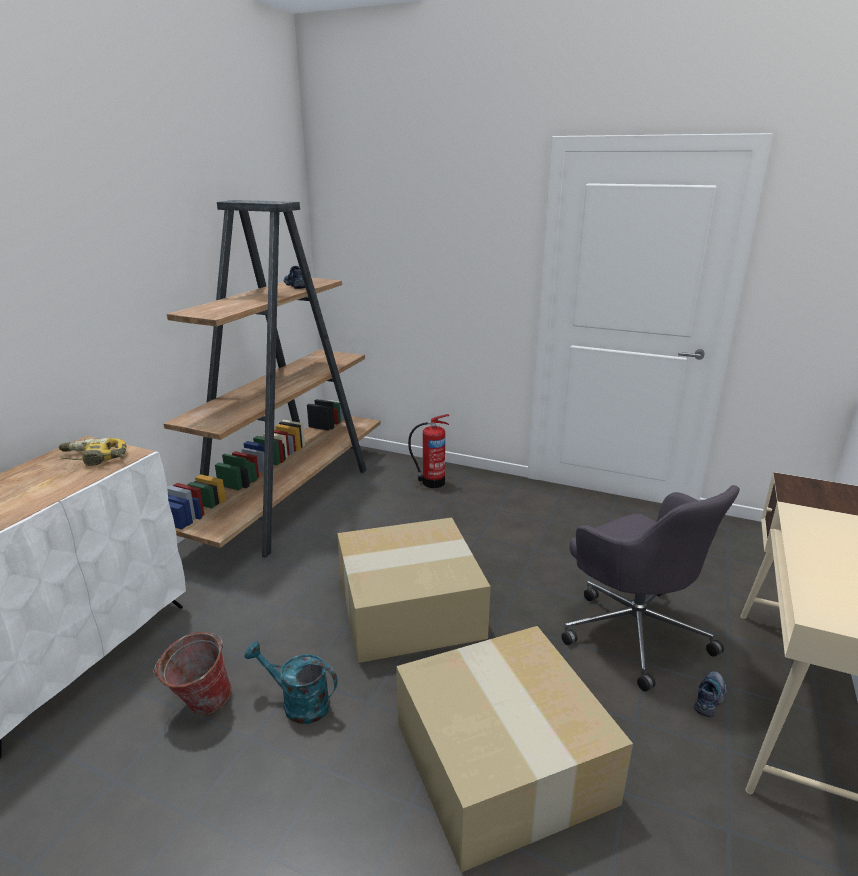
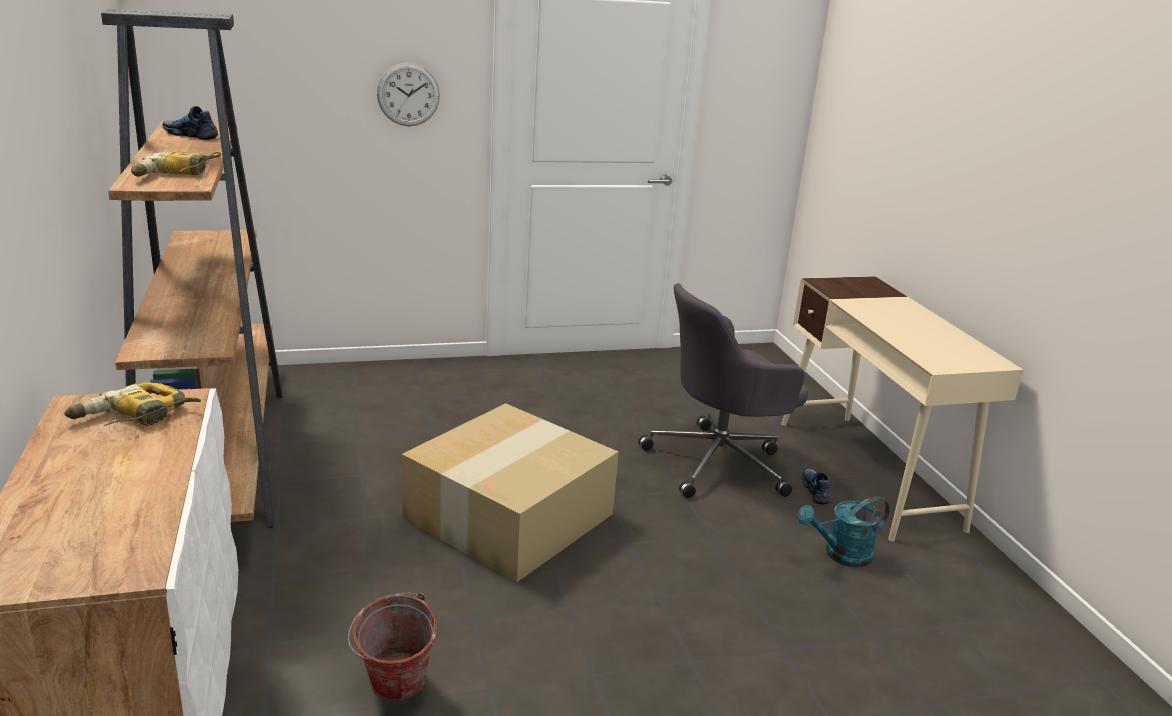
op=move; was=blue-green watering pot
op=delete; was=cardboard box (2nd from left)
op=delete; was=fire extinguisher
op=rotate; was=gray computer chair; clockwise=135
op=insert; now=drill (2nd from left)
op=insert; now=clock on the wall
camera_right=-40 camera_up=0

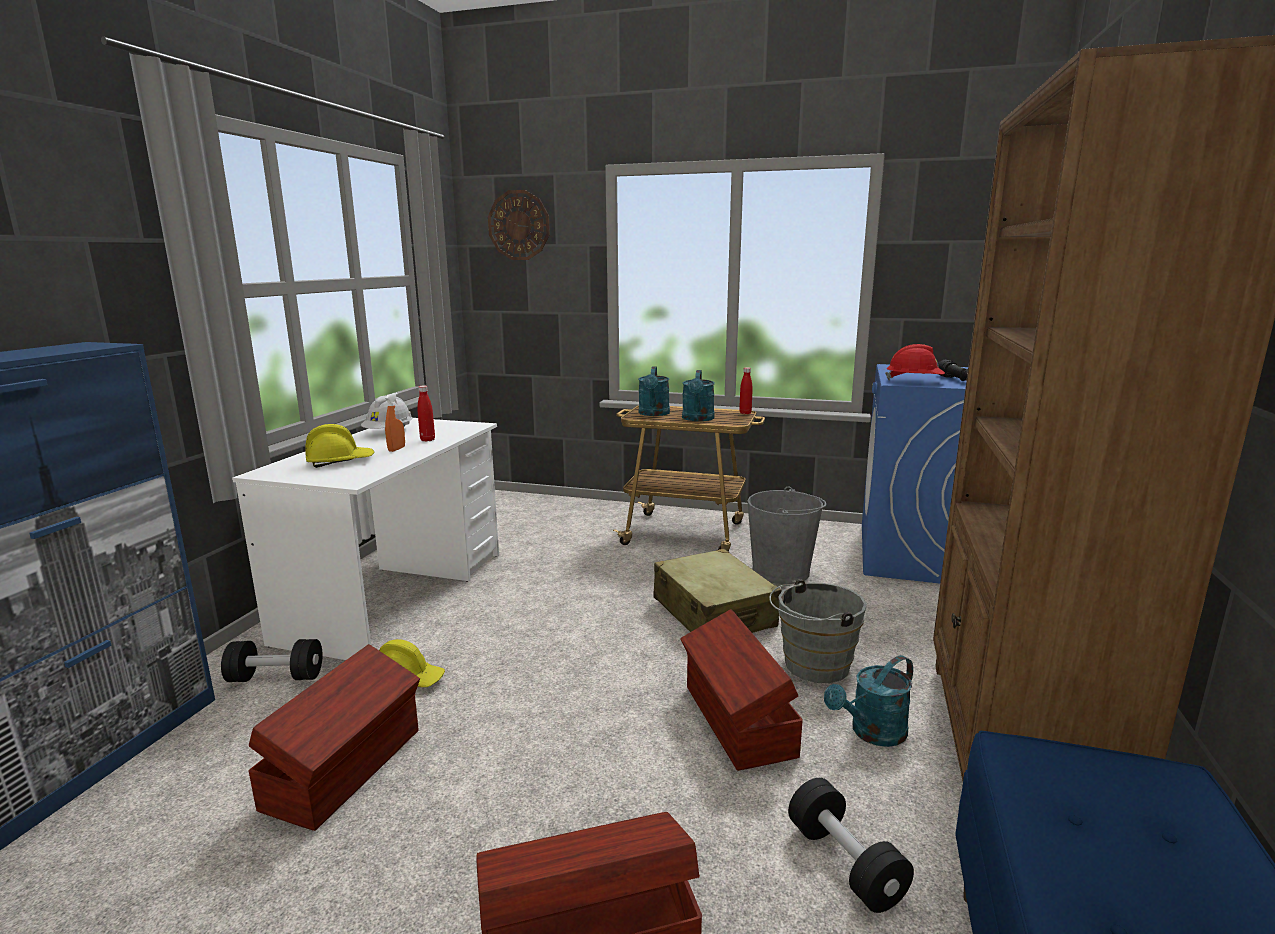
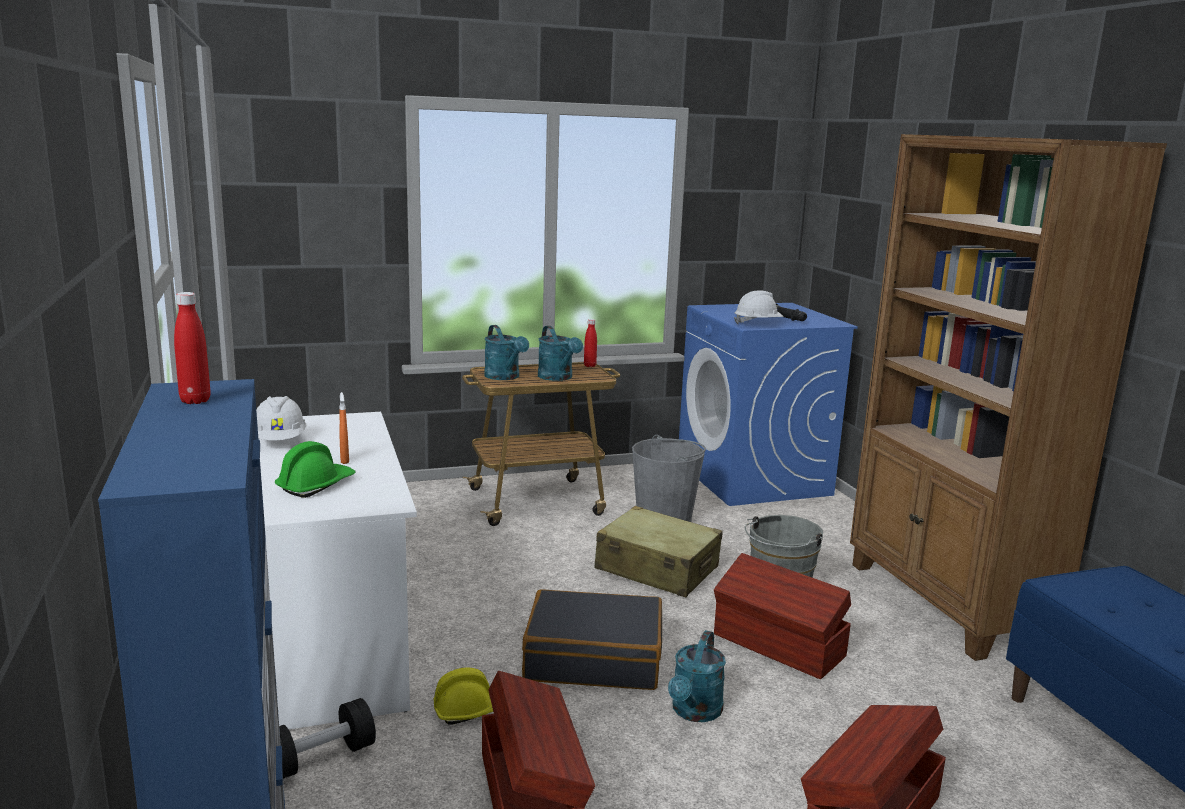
op=recolor; was=yellow-coloured safety helmet (1st from left); now=greenish safety helmet
op=move; was=red-coloured beverage bottle (1st from left)
op=delete; was=clock on the wall
op=delete; was=black hand weight (2nd from left)
op=move; was=blue-green watering pot (3rd from left)
op=recolor; was=red-coloured safety helmet; now=white safety helmet (2nd from left)
op=insert; now=black piece of luggage
camera_right=-35 camera_up=0

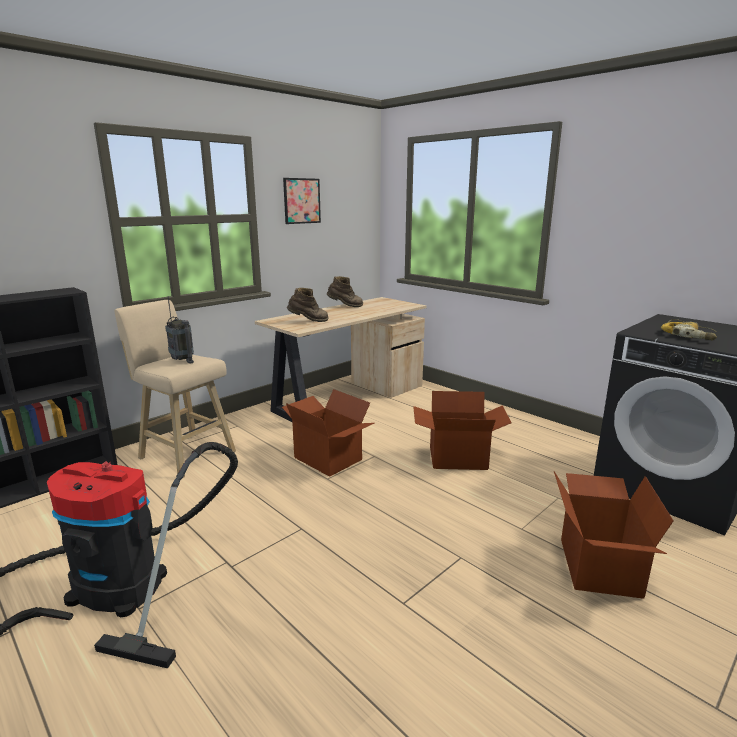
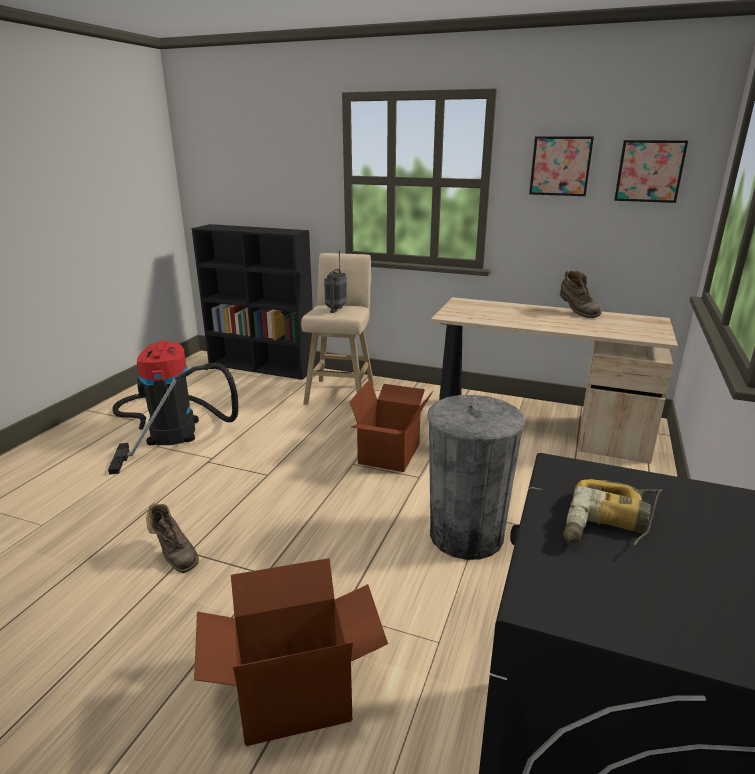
op=move; was=brownish tall boot (1st from left)
op=replace; was=cardboard box (2nd from left); now=gray trash can
op=insert; now=wall picture (2nd from left)
camera_right=65 camera_up=5

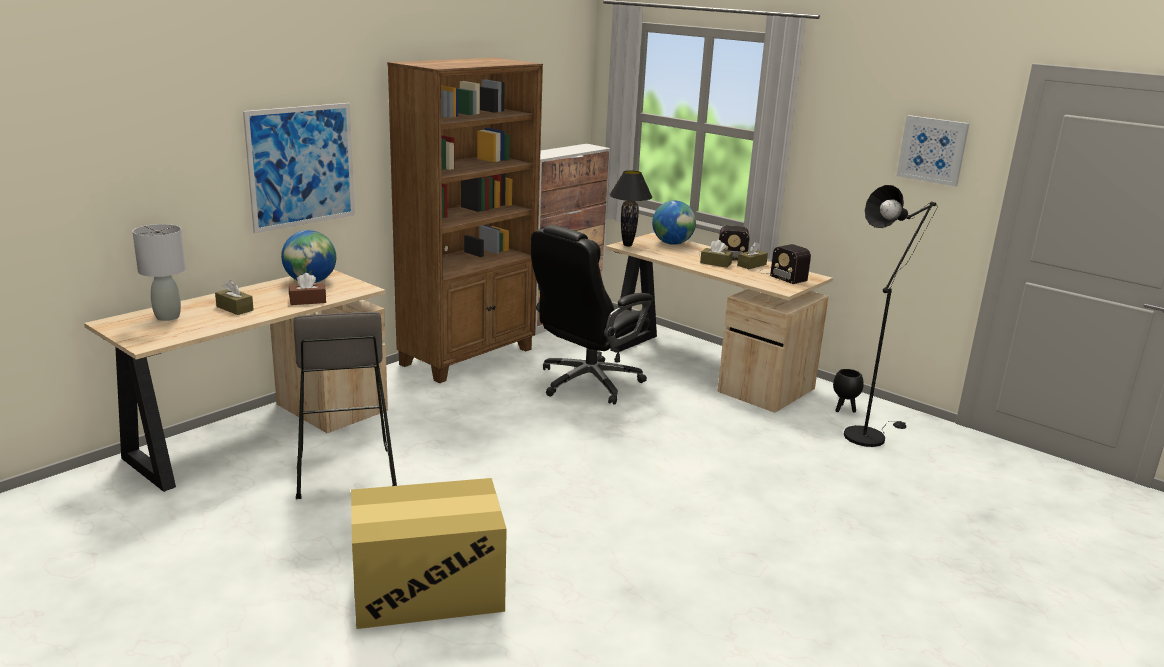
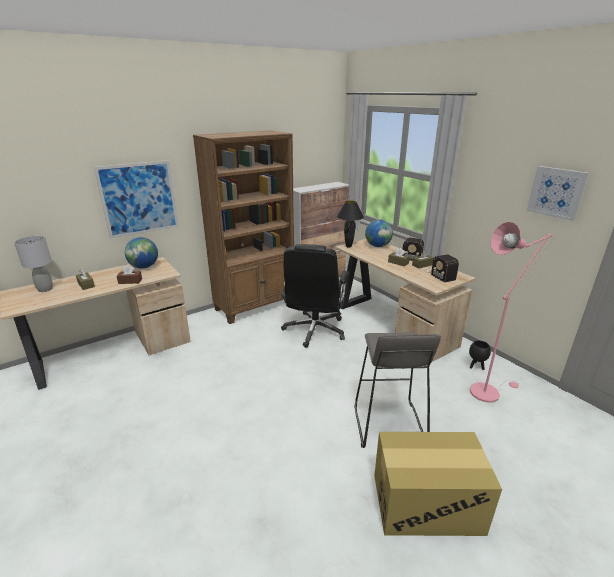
op=move; was=gray stool seat
op=move; was=cardboard box
op=rotate; was=black computer chair; clockwise=-45
op=recolor; was=black standing lamp; now=pinkish standing lamp
camera_right=15 camera_up=5

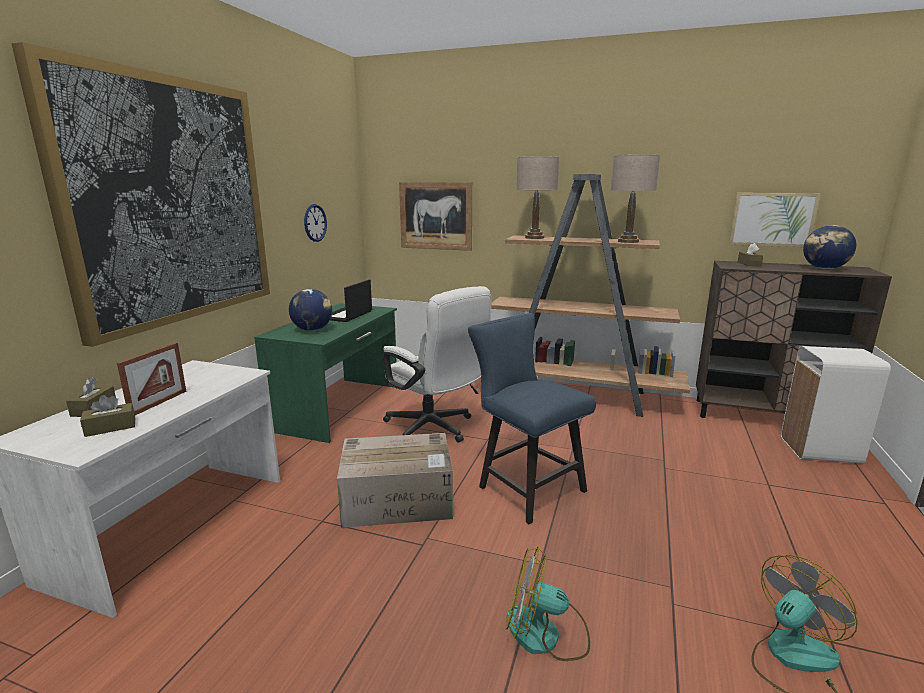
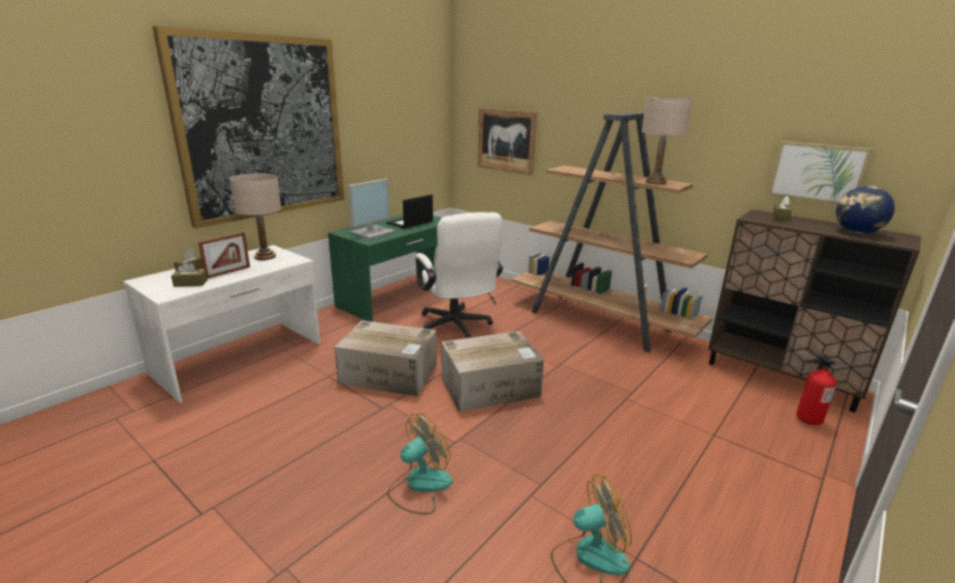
op=replace; was=world globe (1st from left); now=computer display
op=delete; was=clock on the wall
op=replace; was=bluish chair; now=cardboard box (2nd from left)
op=rotate; was=cooling fan (1st from left); clockwise=105
op=move; was=sand-coloured table lamp (1st from left)
op=replace; was=white trash can; now=fire extinguisher
camera_right=20 camera_up=5

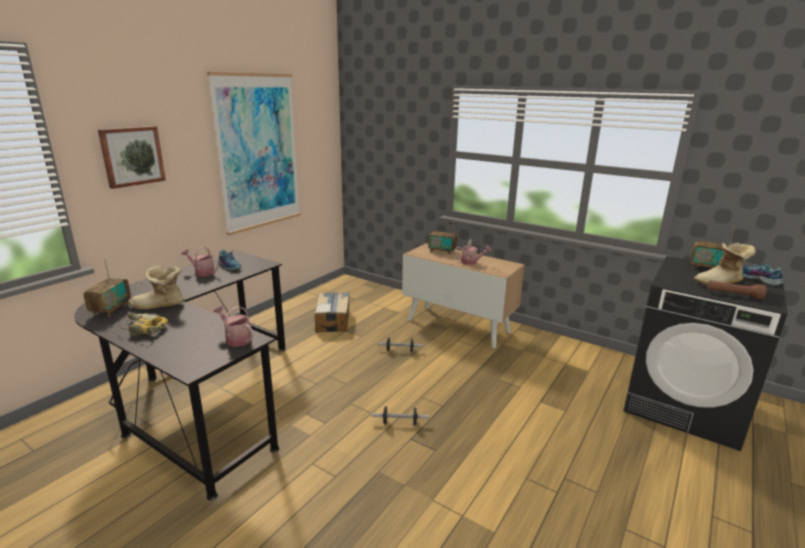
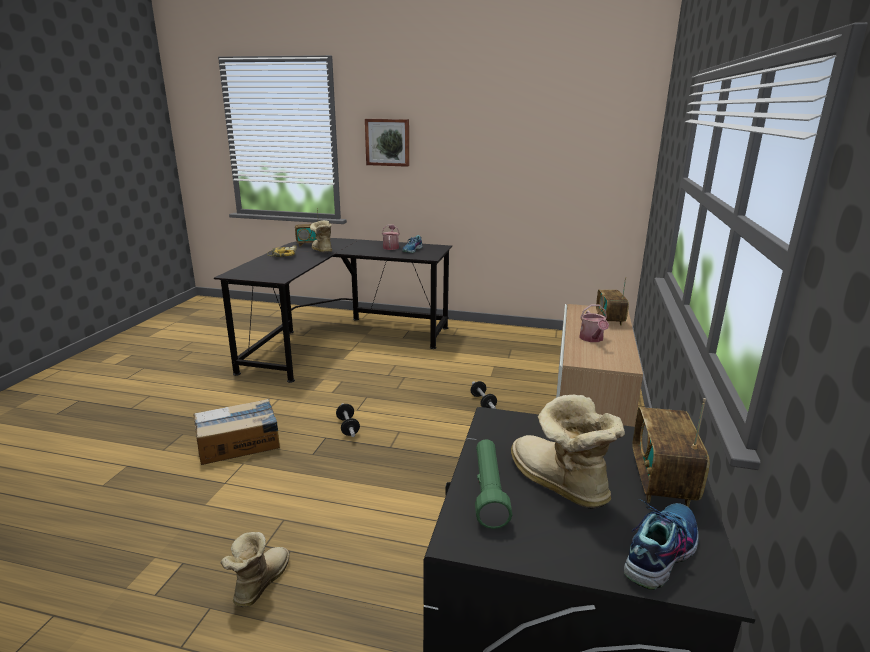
op=delete; was=wall picture (2nd from left)
op=delete; was=watering pot (2nd from left)
op=move; was=cardboard box
op=recolor; was=brownish torch; now=greenish torch
op=insert; now=tall boot (1st from left)
camera_right=70 camera_up=0

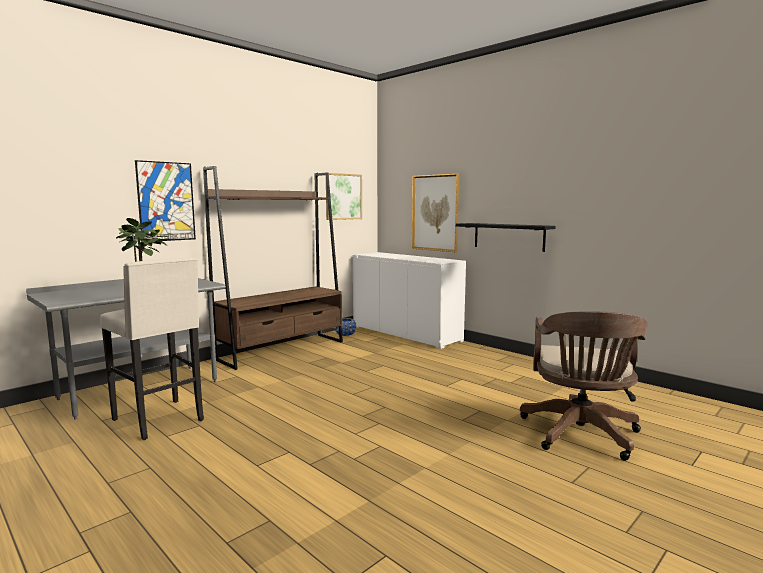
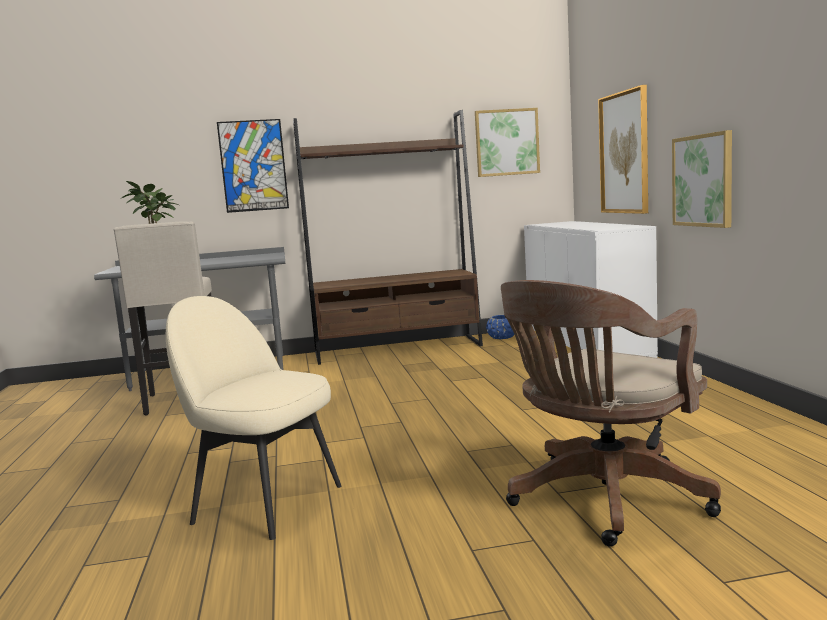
op=replace; was=black shelf; now=wall picture (4th from left)
op=insert; now=sand-coloured chair
camera_right=35 camera_up=0

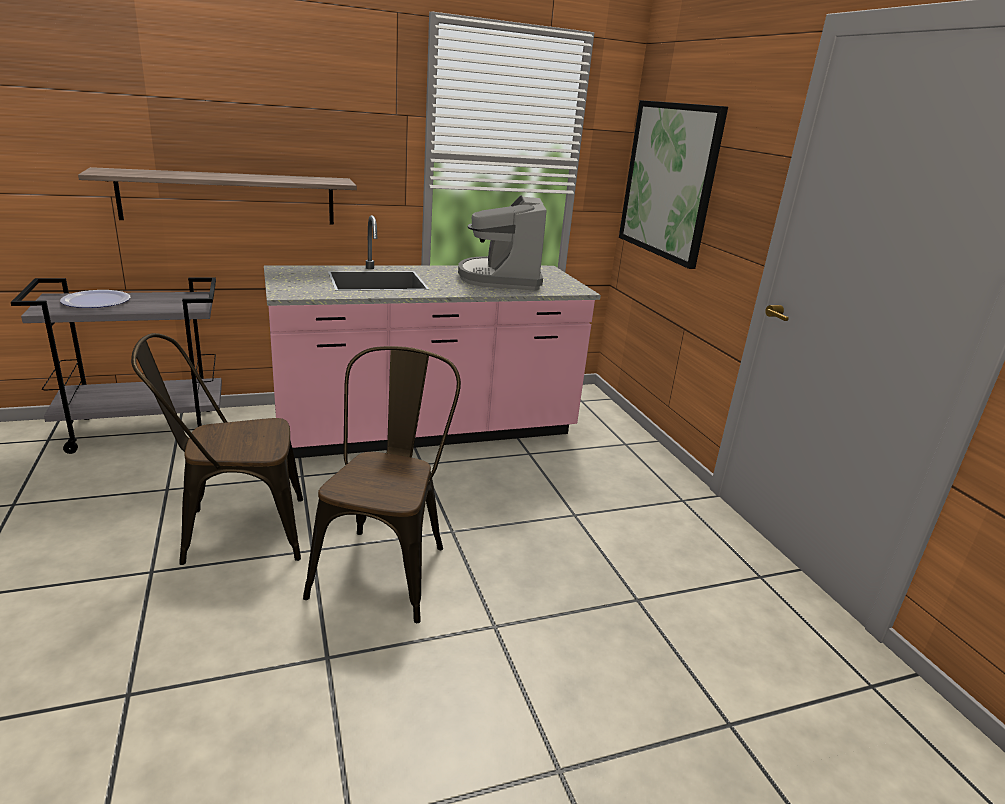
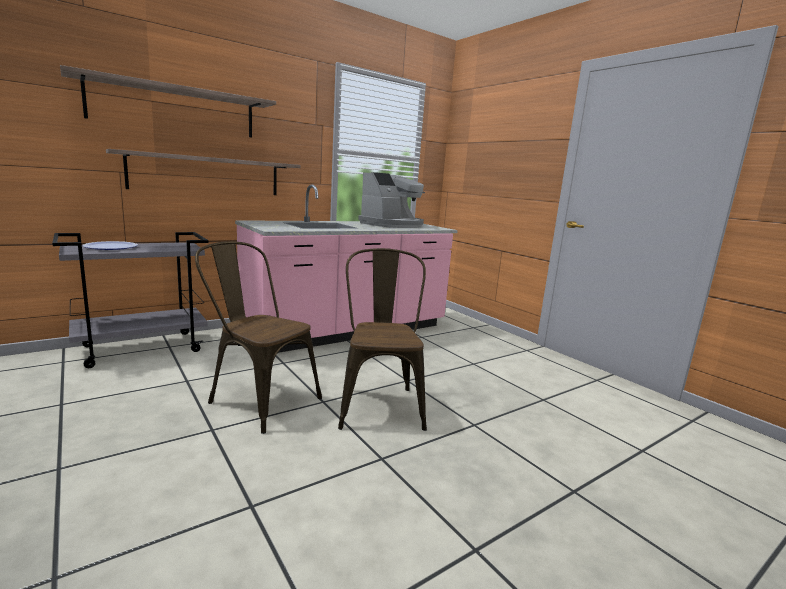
op=rotate; was=brownish chair (1st from left); clockwise=60
op=rotate; was=coffee maker; clockwise=-120
op=delete; was=wall picture
op=insert; now=shelf (1st from left)
camera_right=-15 camera_up=-10

